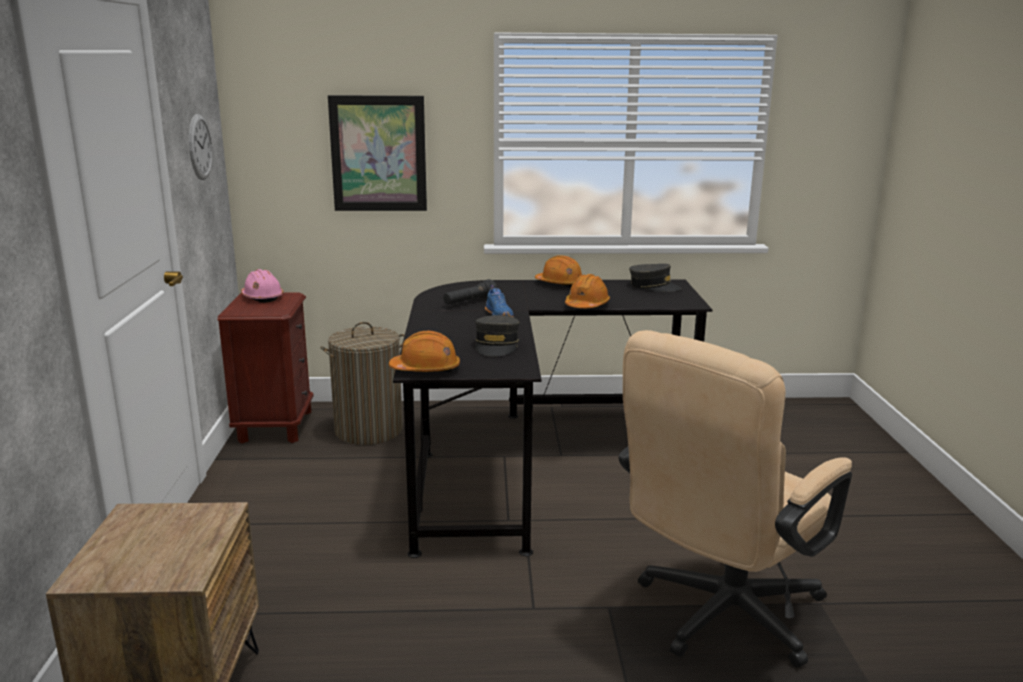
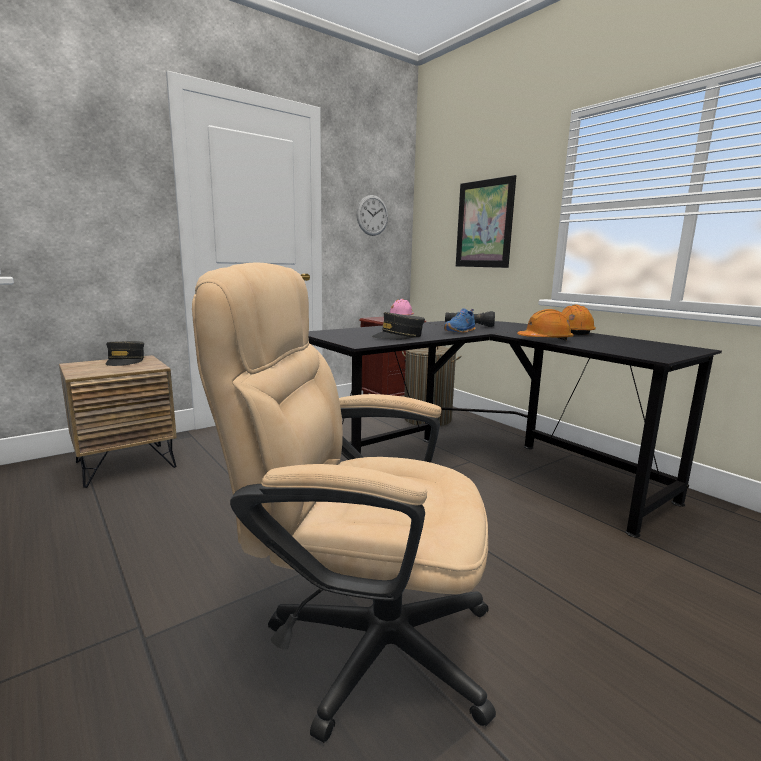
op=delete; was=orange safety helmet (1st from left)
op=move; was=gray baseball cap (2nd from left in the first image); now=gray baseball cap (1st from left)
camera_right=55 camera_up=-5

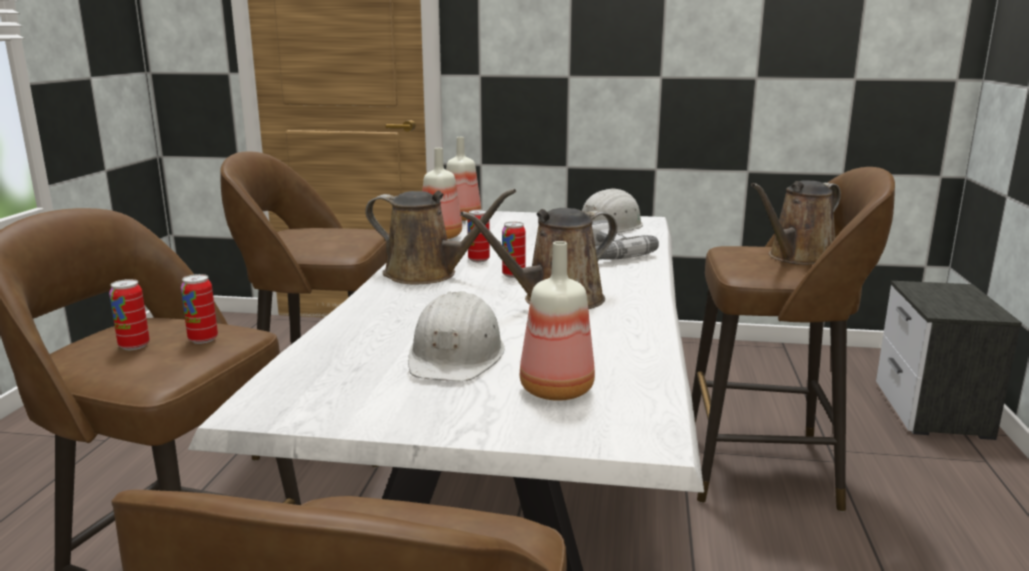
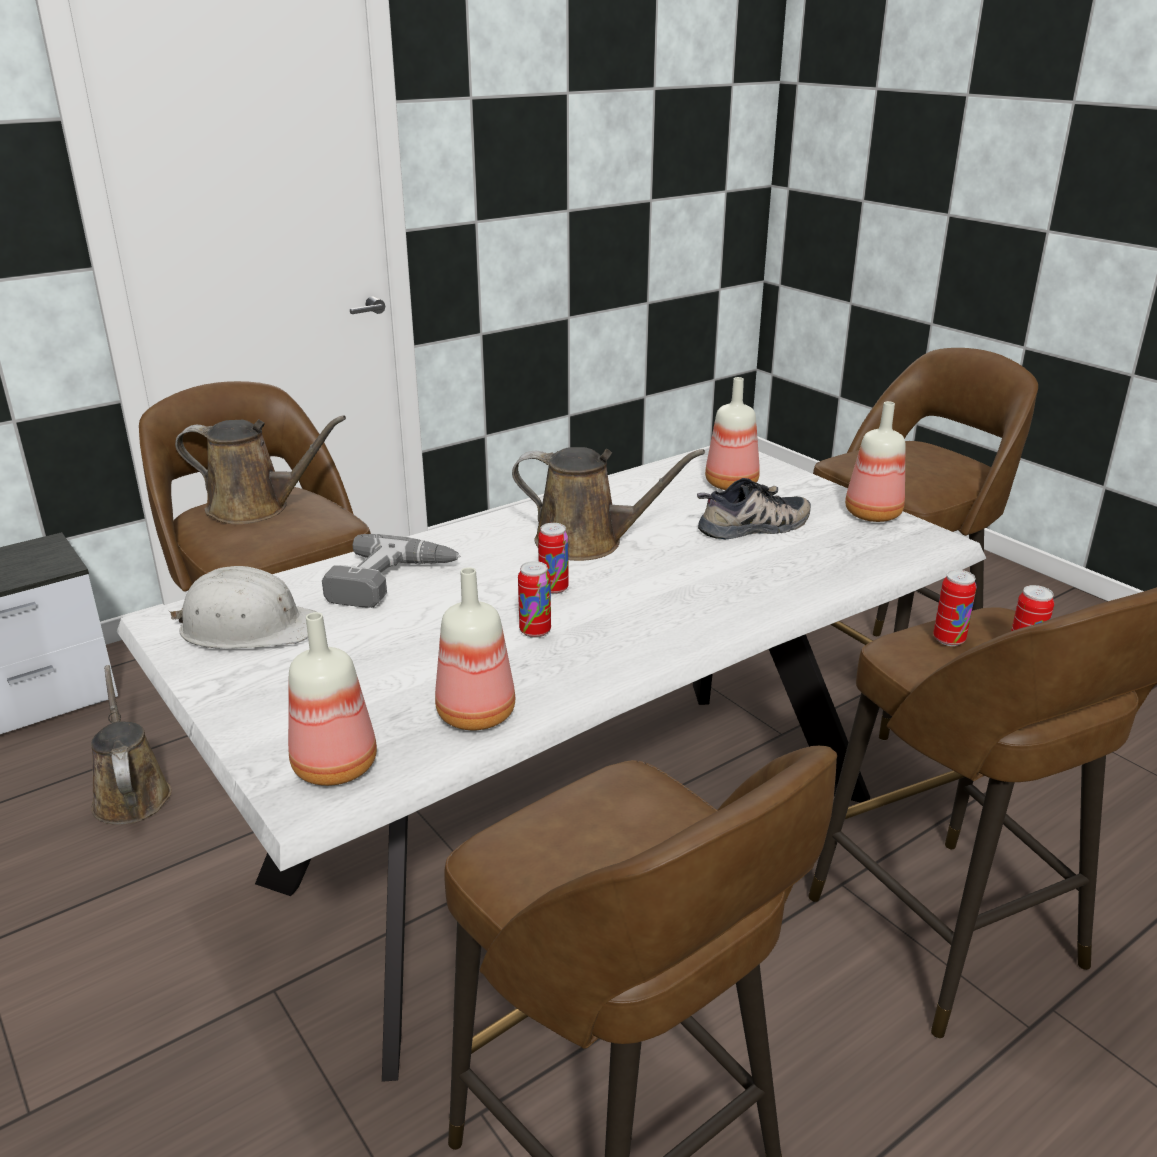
op=move; was=brownish watering pot (1st from left)
op=replace; was=white safety helmet (1st from left); now=shoe
op=insert; now=beverage bottle (4th from left)
camera_right=-135 camera_up=10

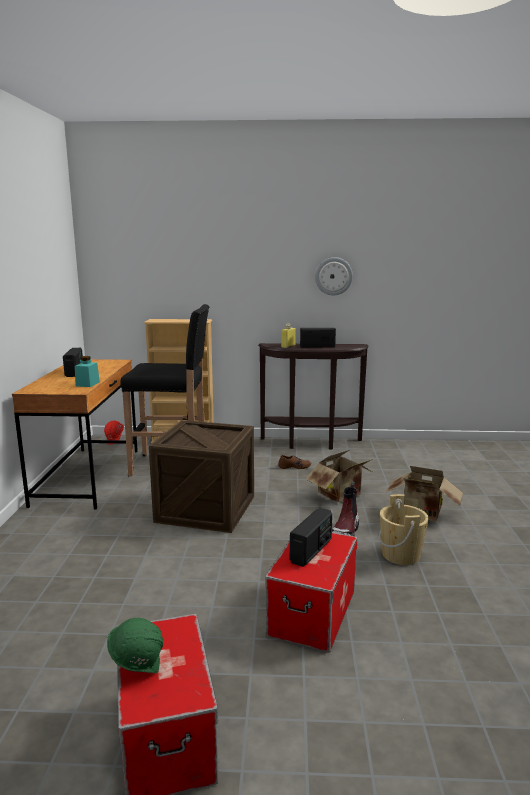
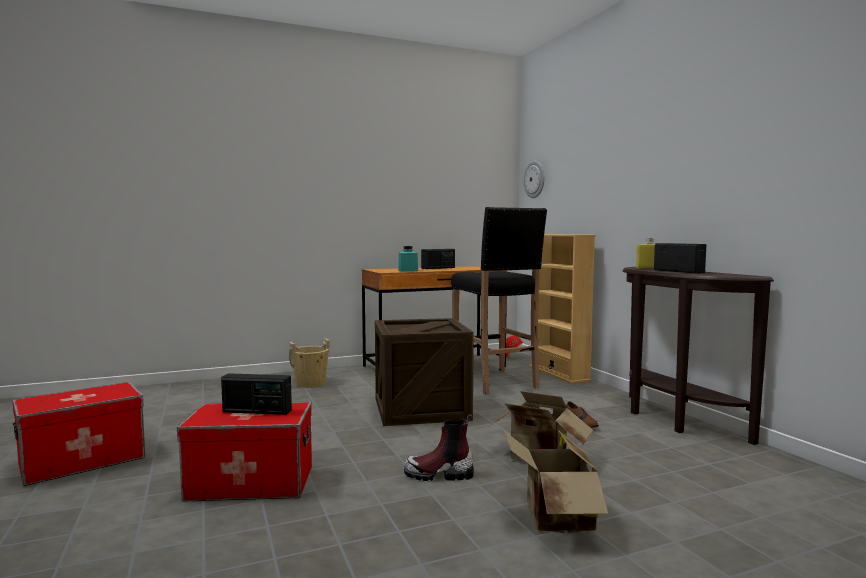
op=delete; was=greenish safety helmet
op=move; was=clock on the wall
op=move; was=sand-coloured water bucket
camera_right=65 camera_up=-10

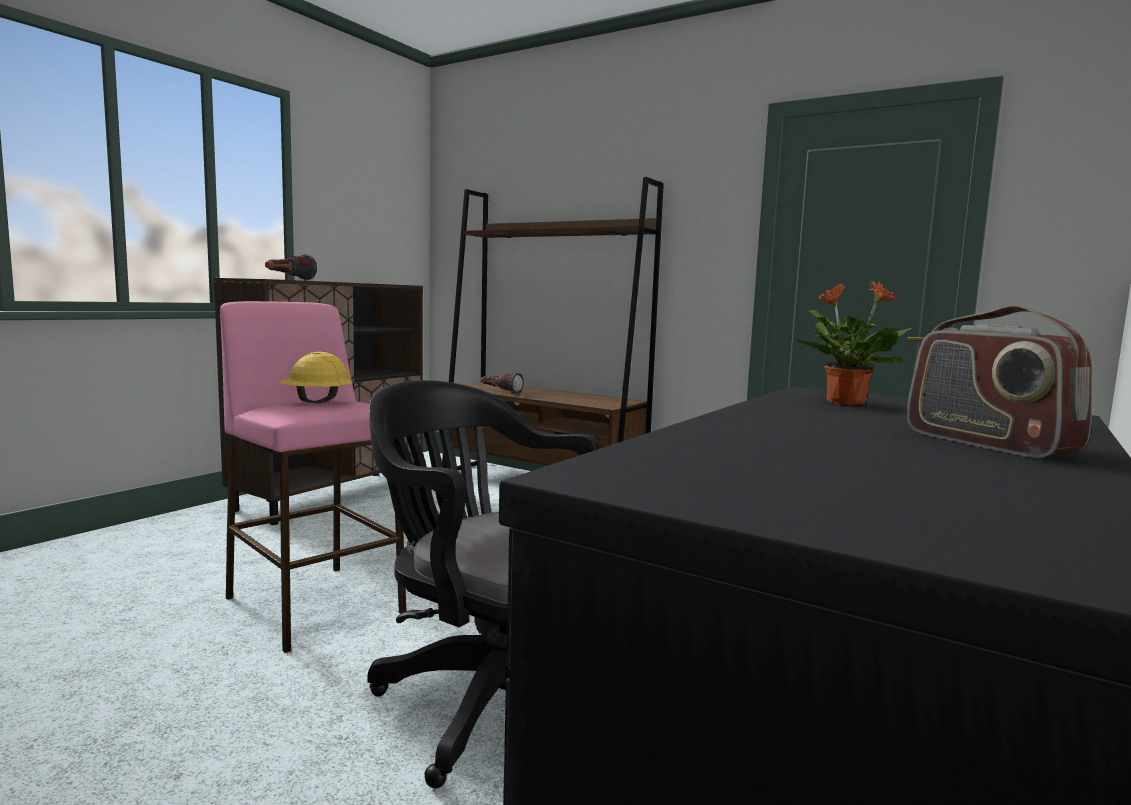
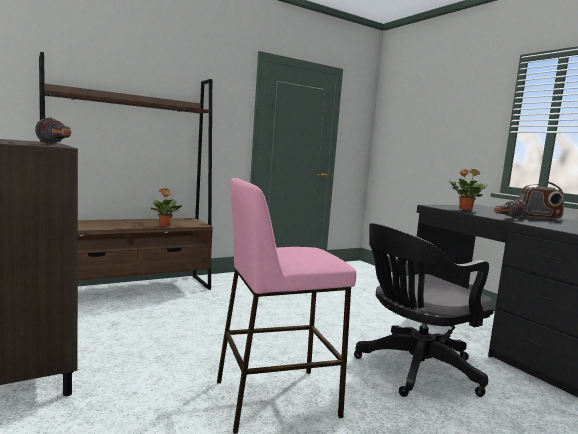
op=delete; was=yellow-coloured safety helmet
op=move; was=torch (2nd from left)
op=insert; now=plant in a pot (1st from left)
camera_right=-65 camera_up=0

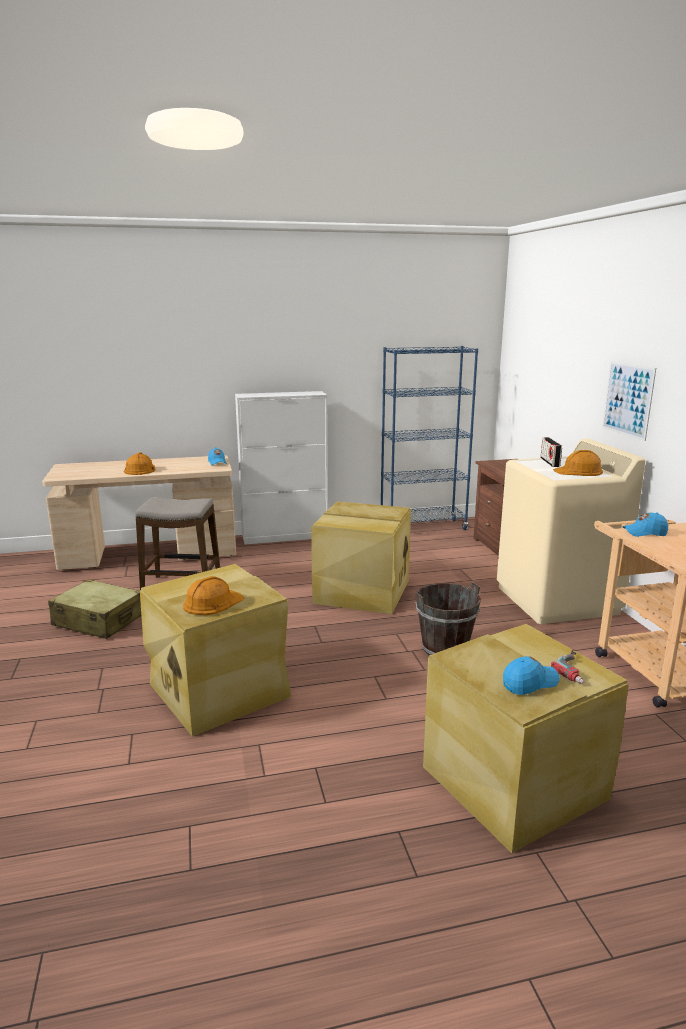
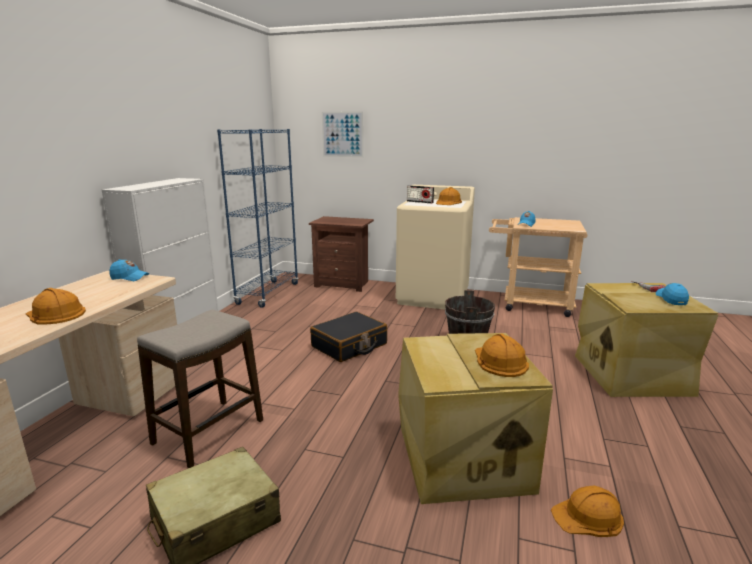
op=replace; was=sand-coloured storage box (2nd from left); now=black piece of luggage
op=move; was=wall picture
op=insert; now=orange safety helmet (4th from left)
camera_right=-60 camera_up=0

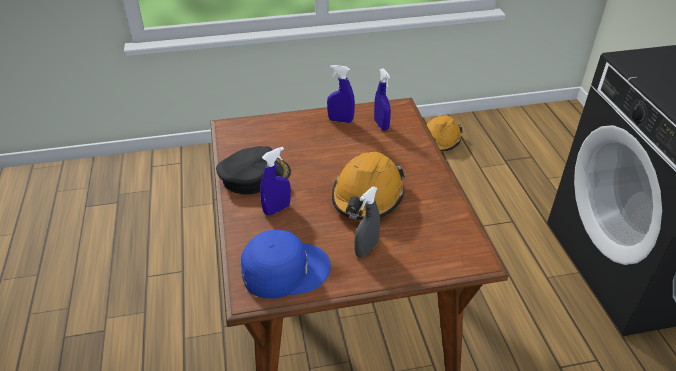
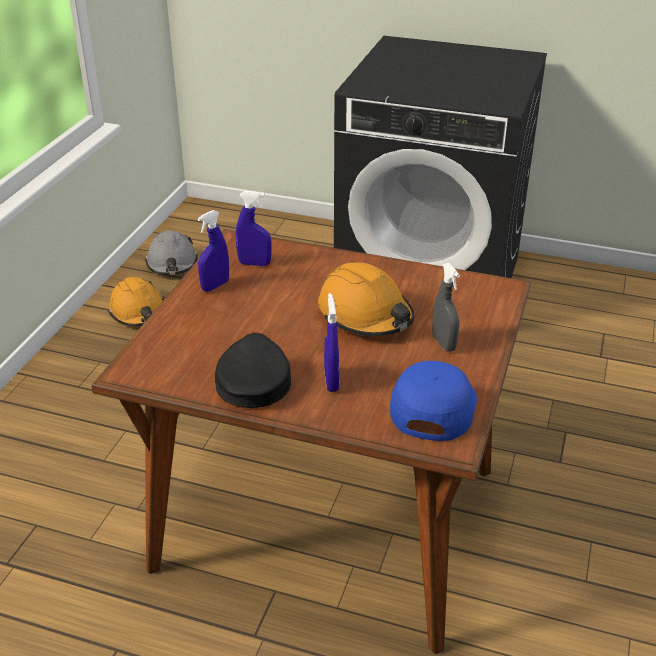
op=insert; now=gray safety helmet
camera_right=-60 camera_up=-5

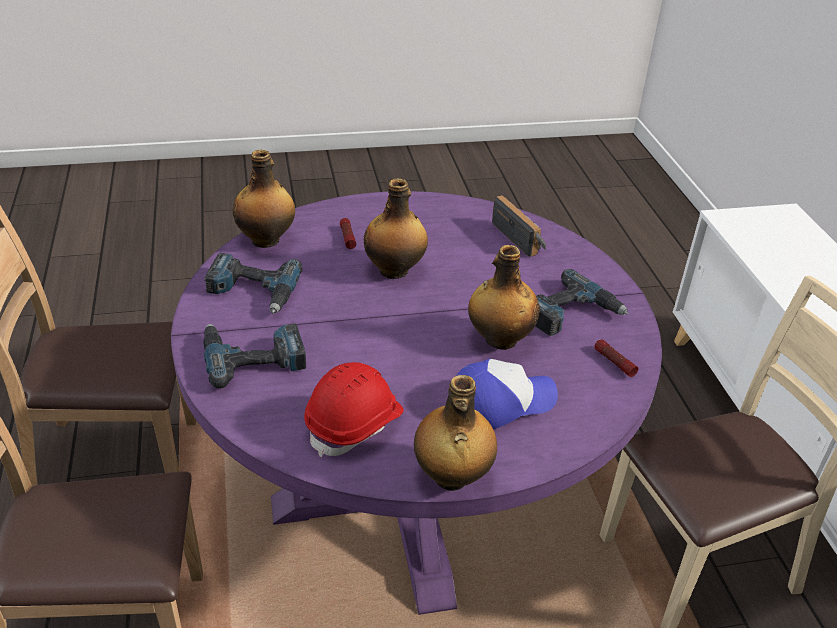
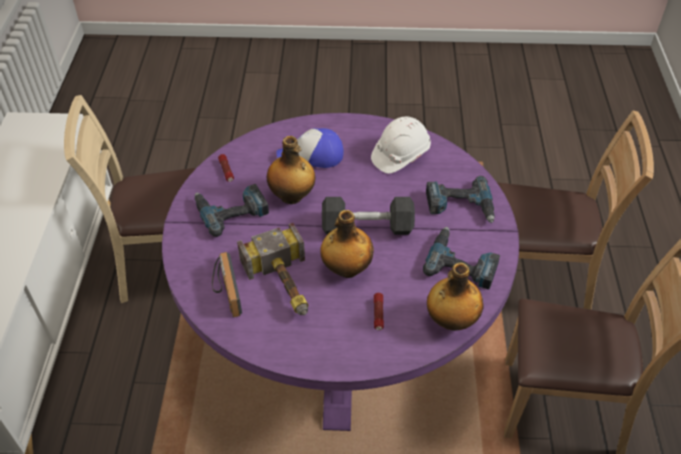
op=recolor; was=red-coloured safety helmet; now=white safety helmet
op=delete; was=beverage bottle (3rd from left)
op=insert; now=hand hammer
op=insert; now=black hand weight
camera_right=-165 camera_up=10

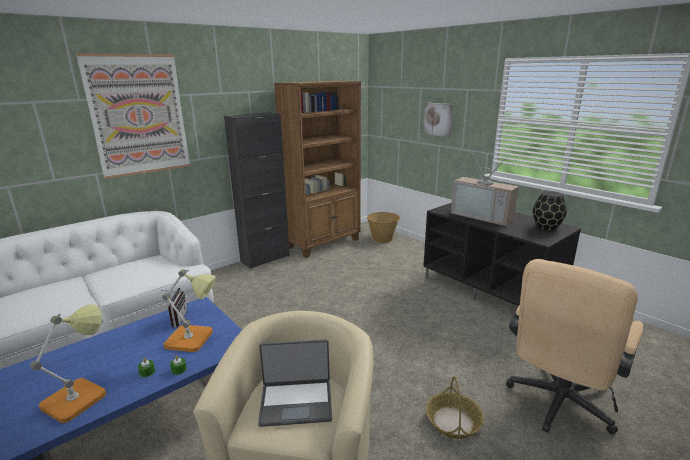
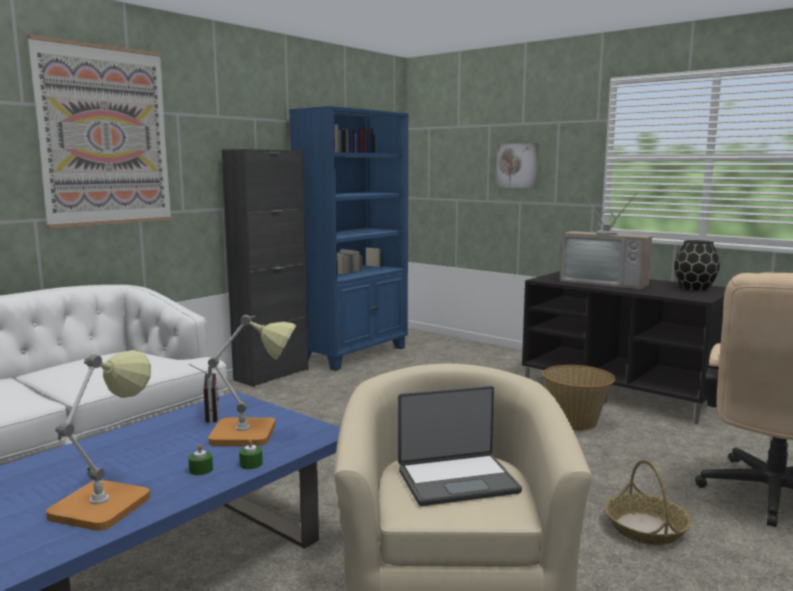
op=recolor; was=brownish shelving unit; now=bluish shelving unit
op=move; was=storage basket (1st from left)
camera_right=-10 camera_up=-10

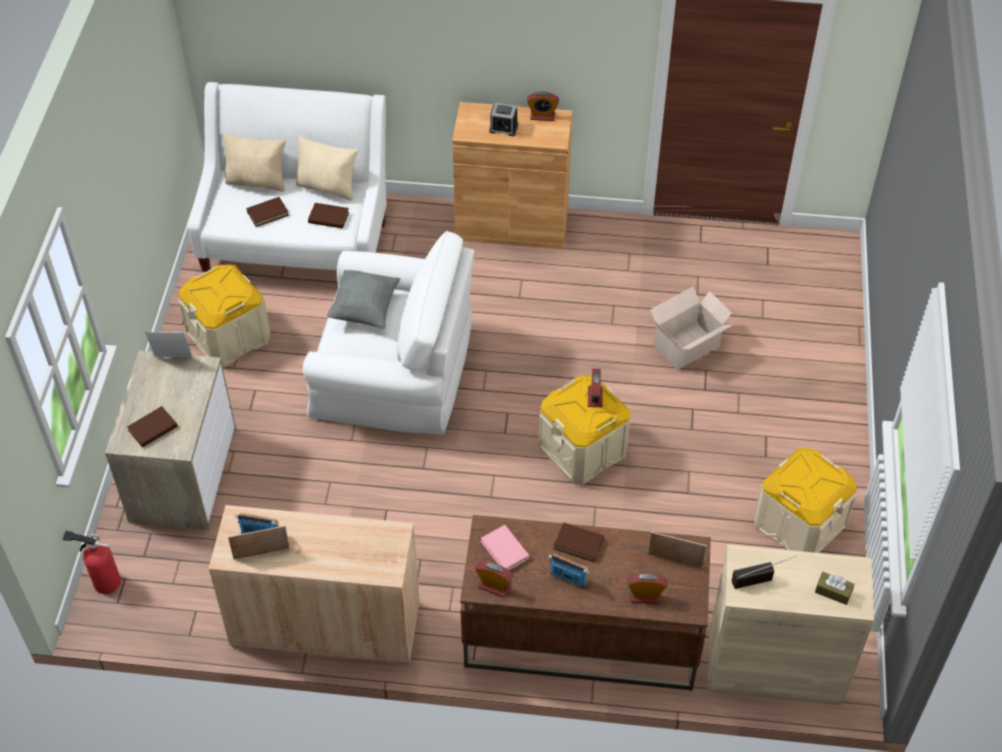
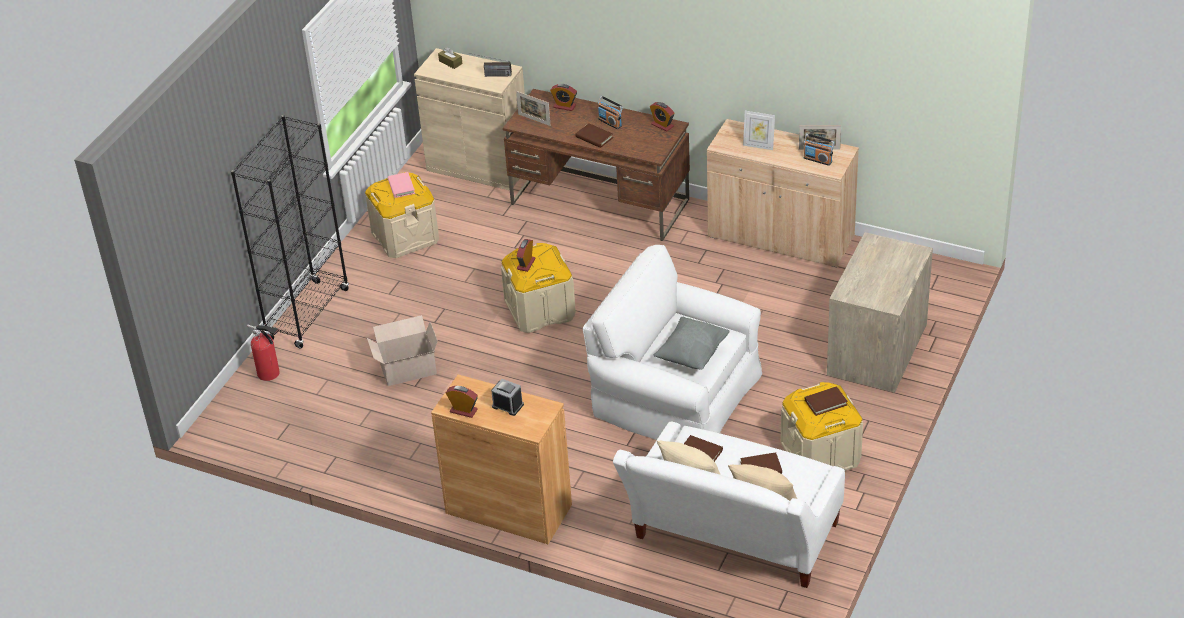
op=move; was=fire extinguisher
op=move; was=brownish bound book (1st from left in the first image); now=brownish bound book (4th from left)
op=move; was=standing frame (1st from left in the first image); now=standing frame (2nd from left)
op=move; was=pinkish bound book
op=insert; now=black shelving unit
camera_right=-160 camera_up=-10

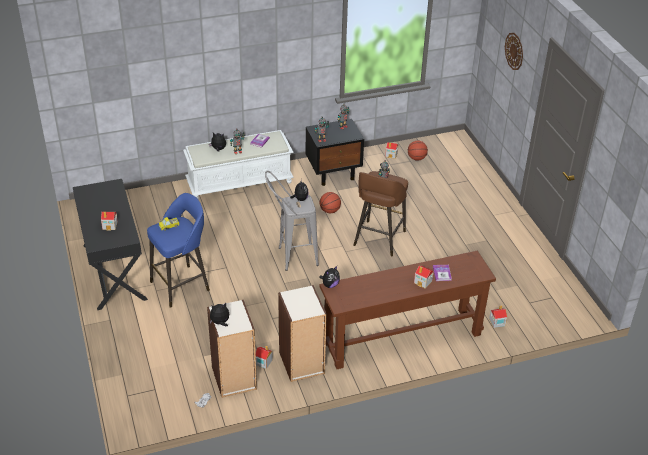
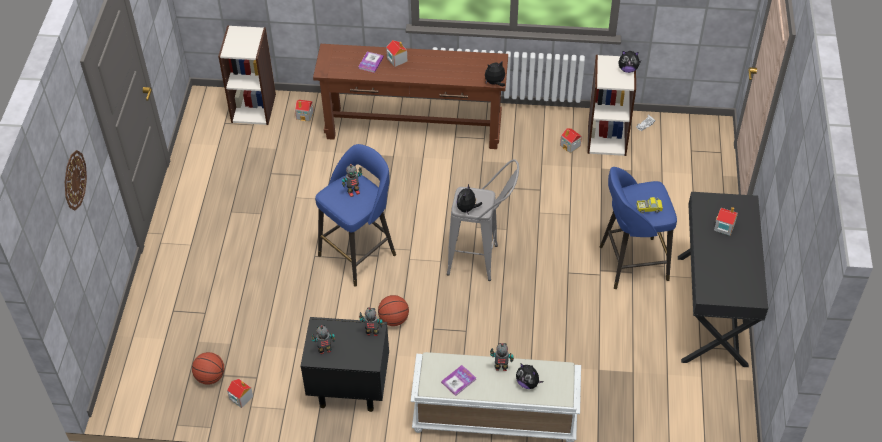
op=move; was=shelving unit (2nd from left in the first image); now=shelving unit (1st from left)
op=recolor; was=brownish stool seat; now=bluish stool seat (1st from left)
camera_right=-155 camera_up=10

